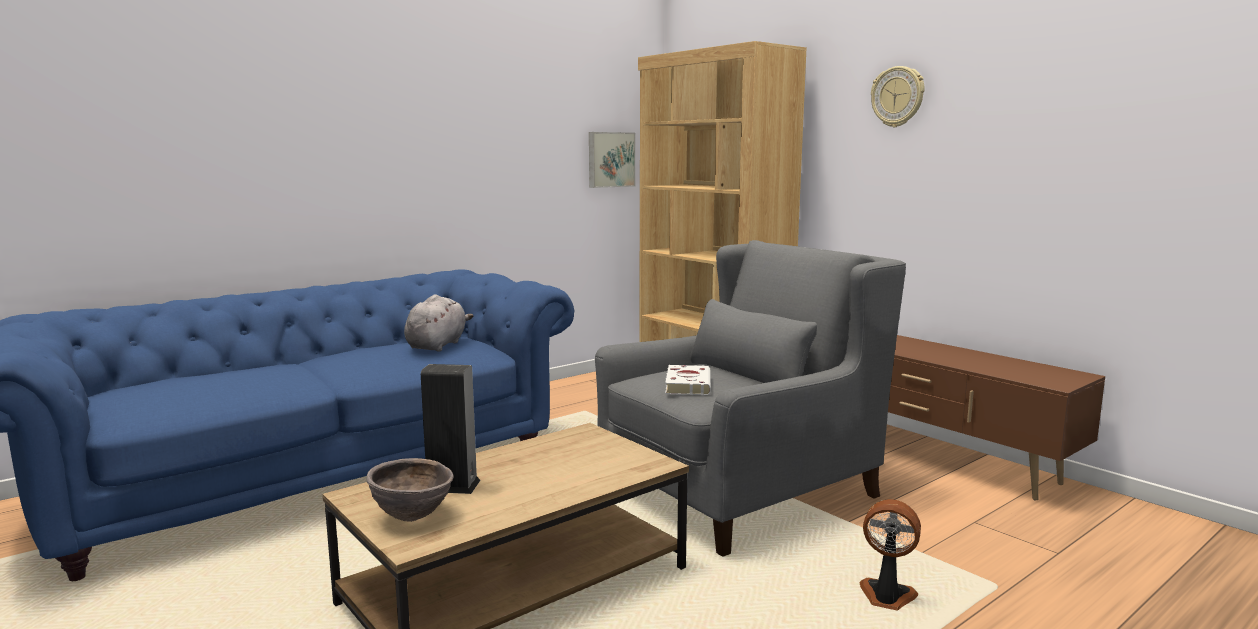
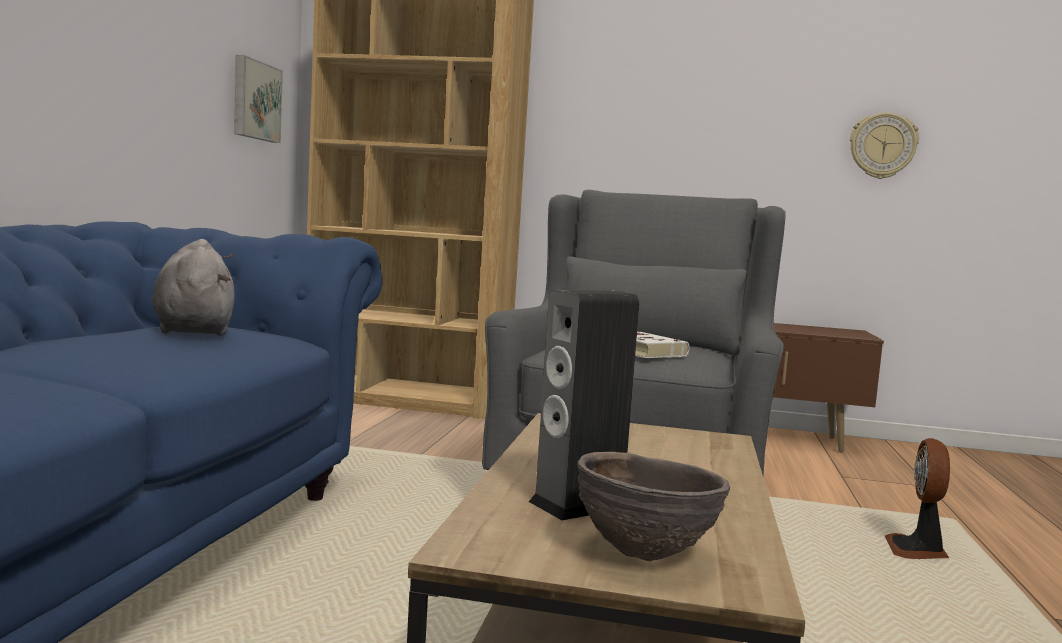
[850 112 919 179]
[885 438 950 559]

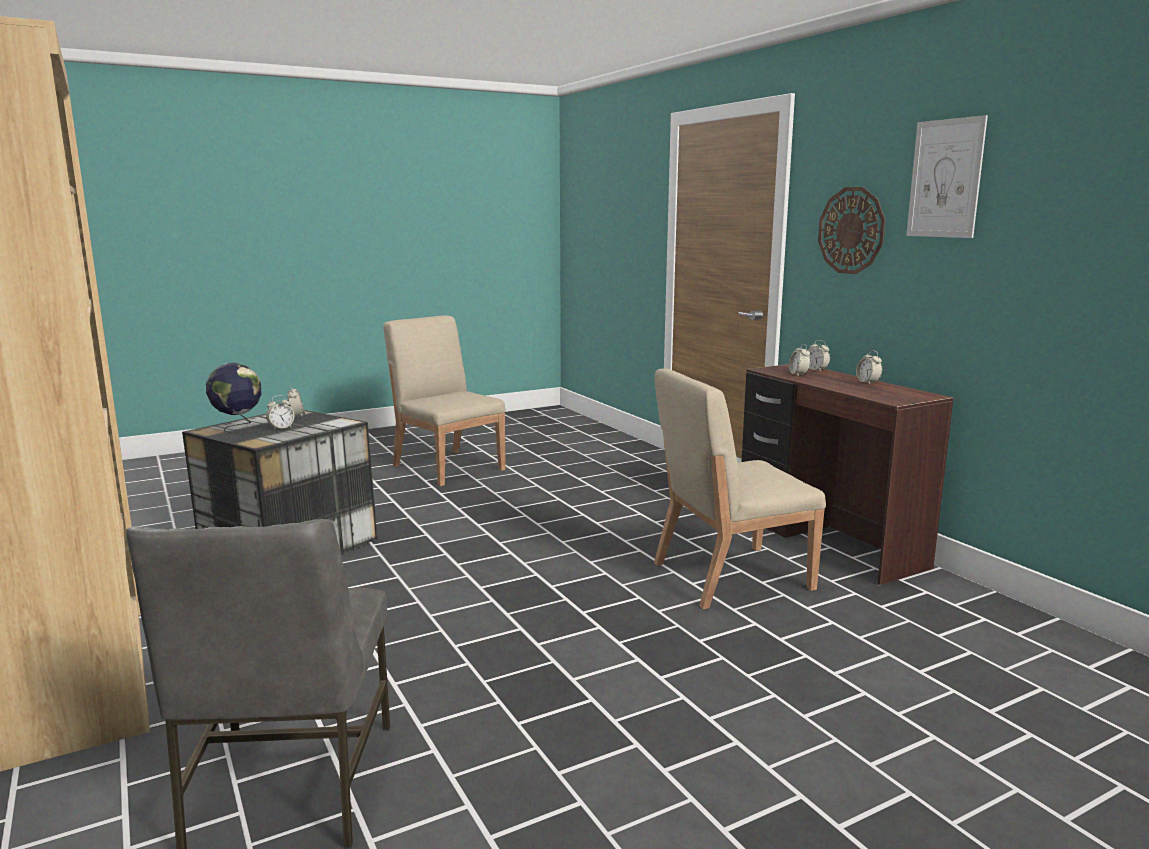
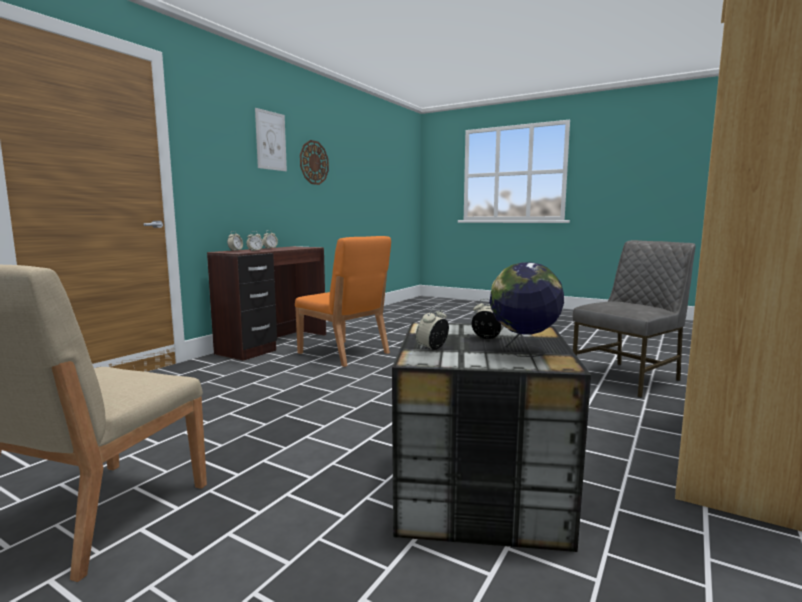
[295 236 391 367]
[300 140 329 185]

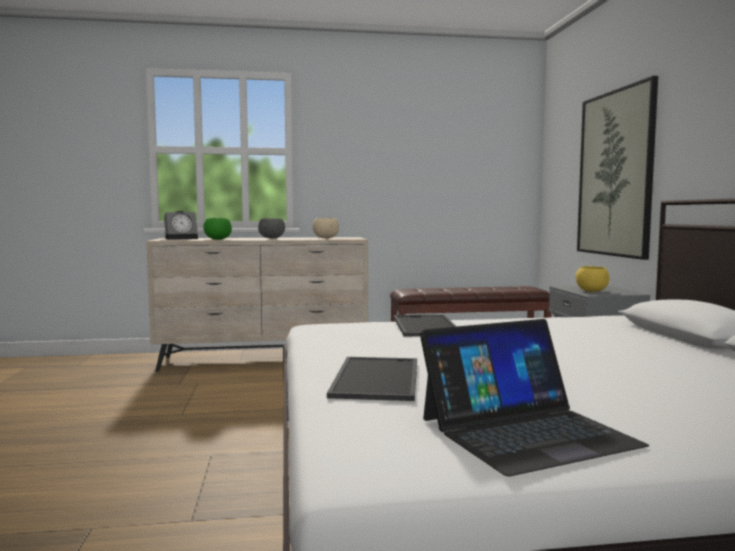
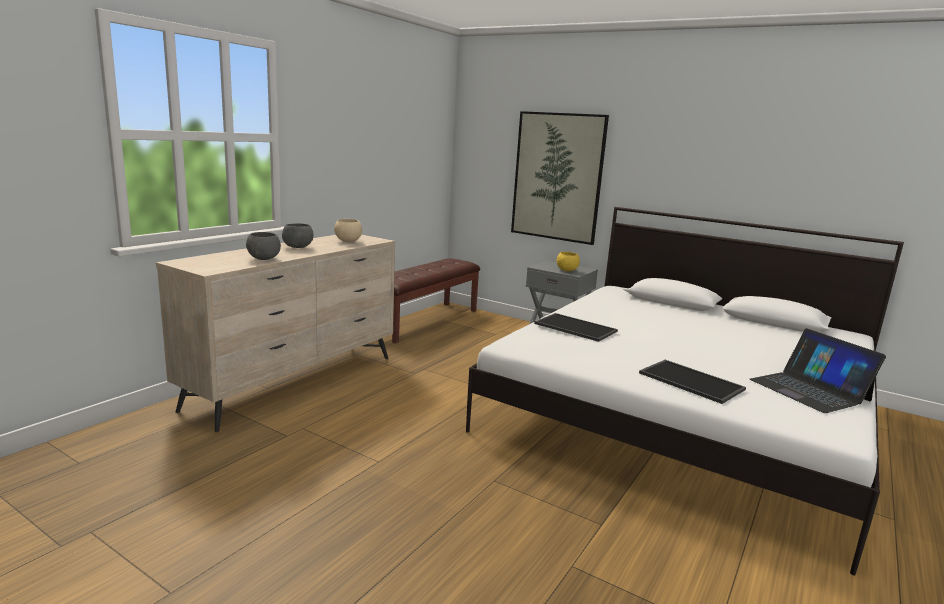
[246 232 281 260]
[750 328 886 413]
[164 211 198 240] (first image)

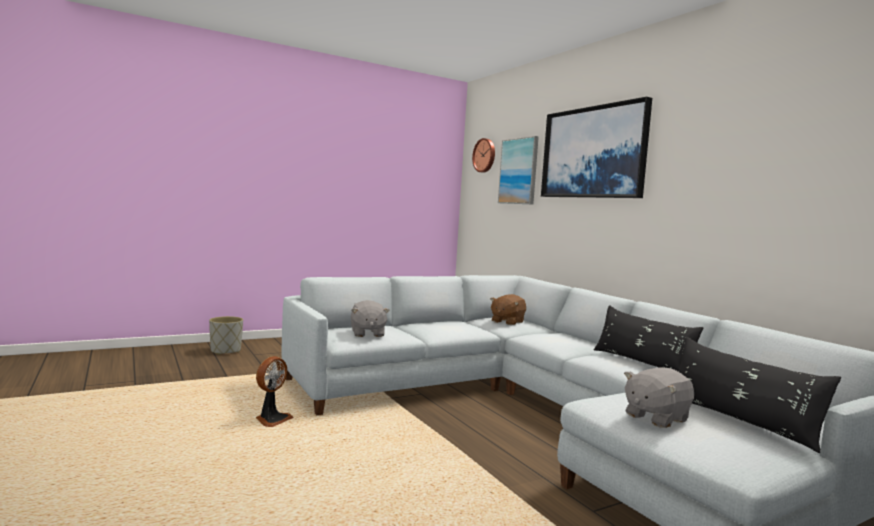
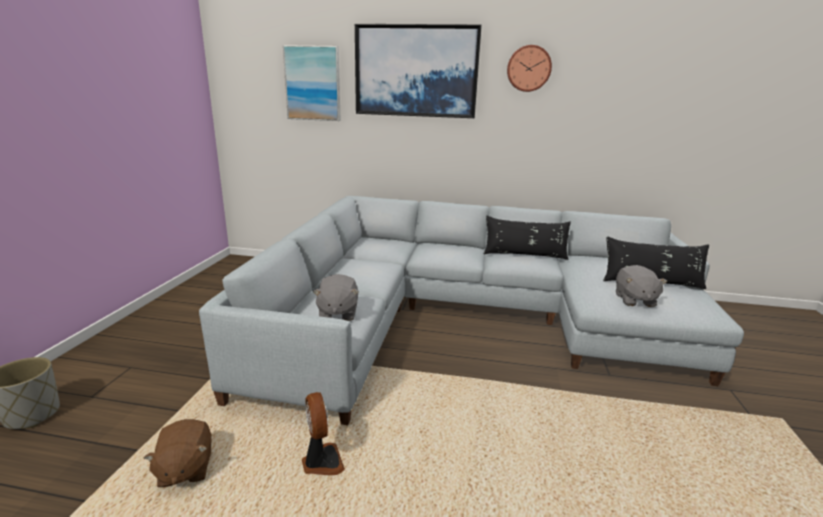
[144 419 212 487]
[313 274 359 321]
[507 45 552 92]

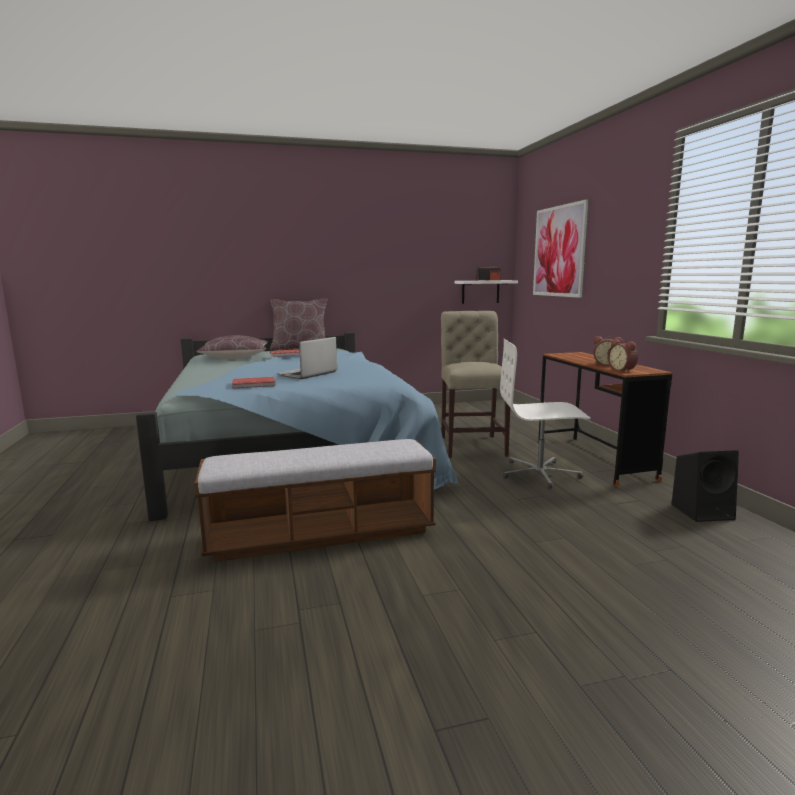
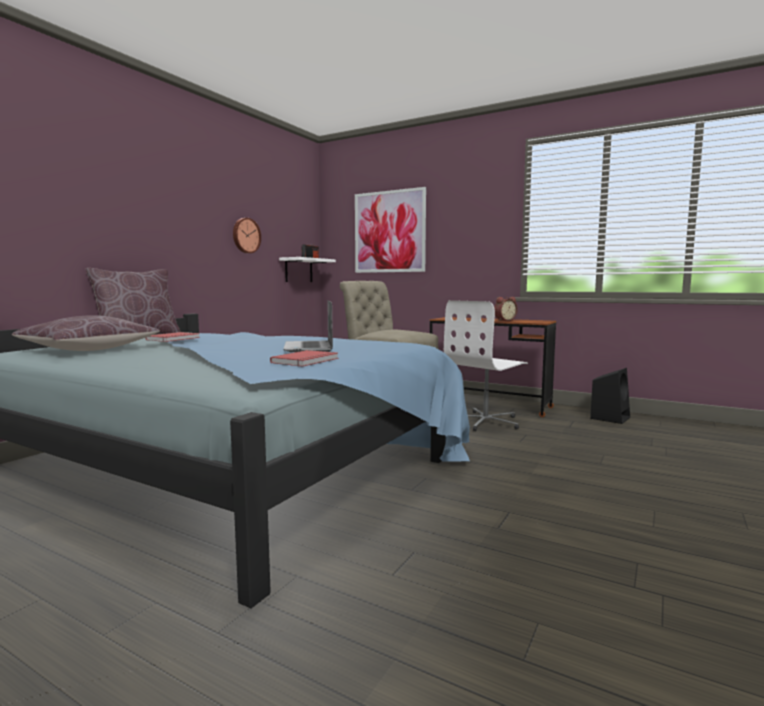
[233 218 261 253]
[194 439 436 562] (first image)
[607 339 638 372] (first image)

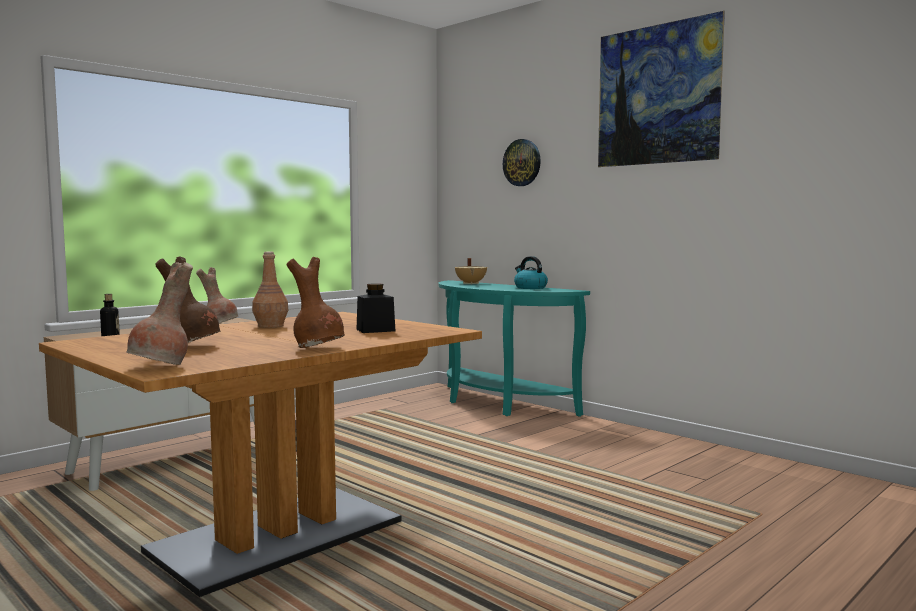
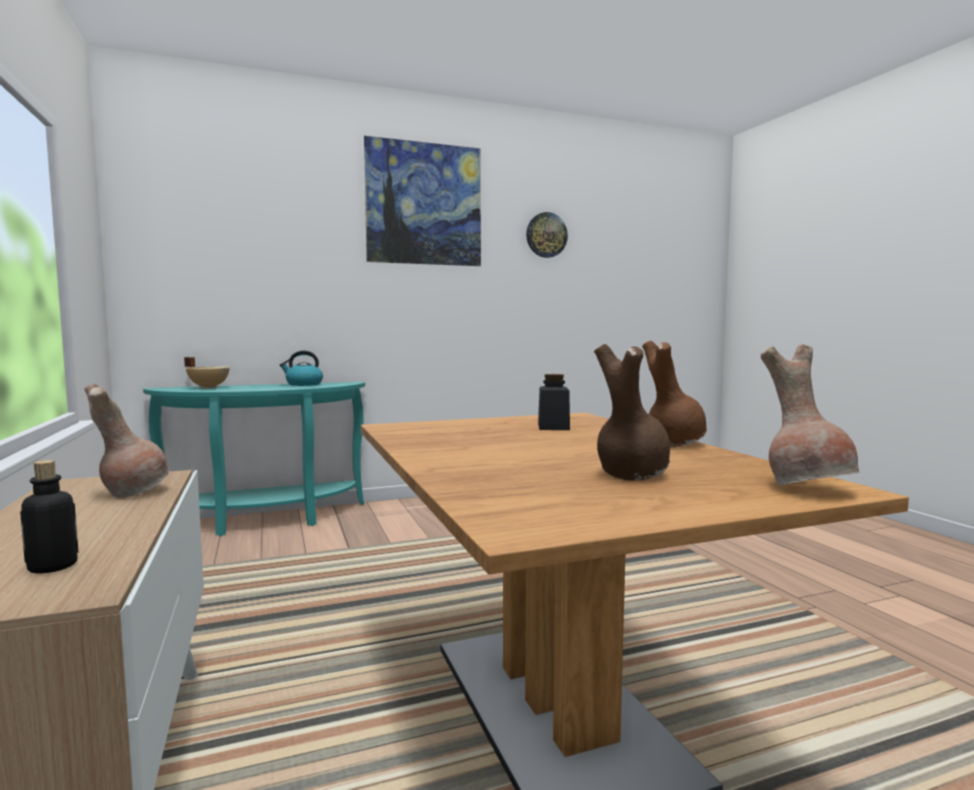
[526 212 568 258]
[252 252 288 328] (first image)

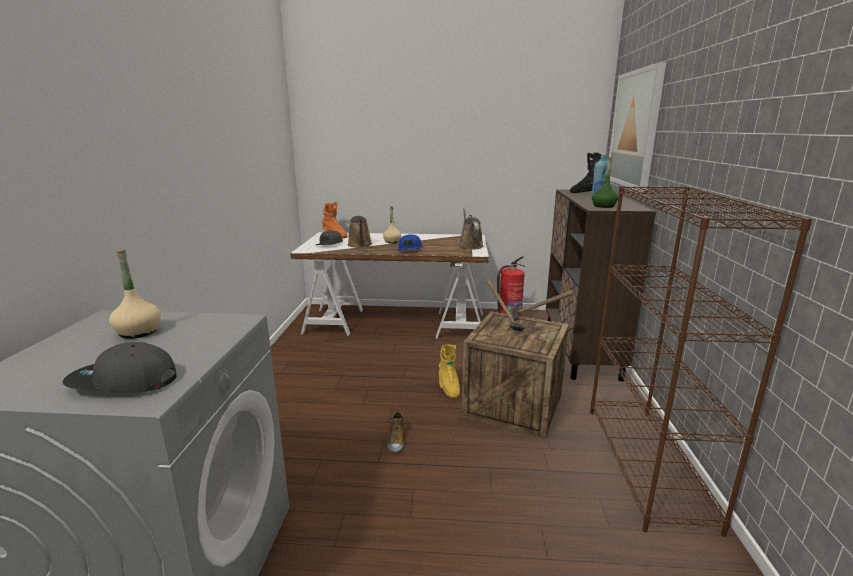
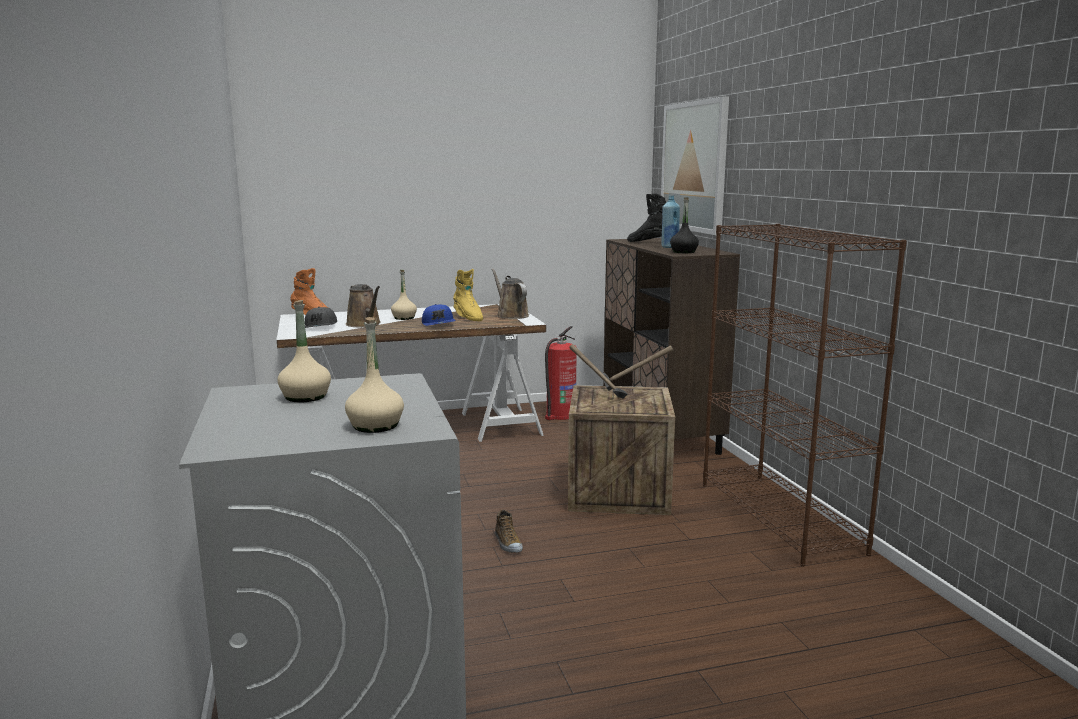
[345 317 404 433]
[453 269 483 321]
[670 197 699 253]

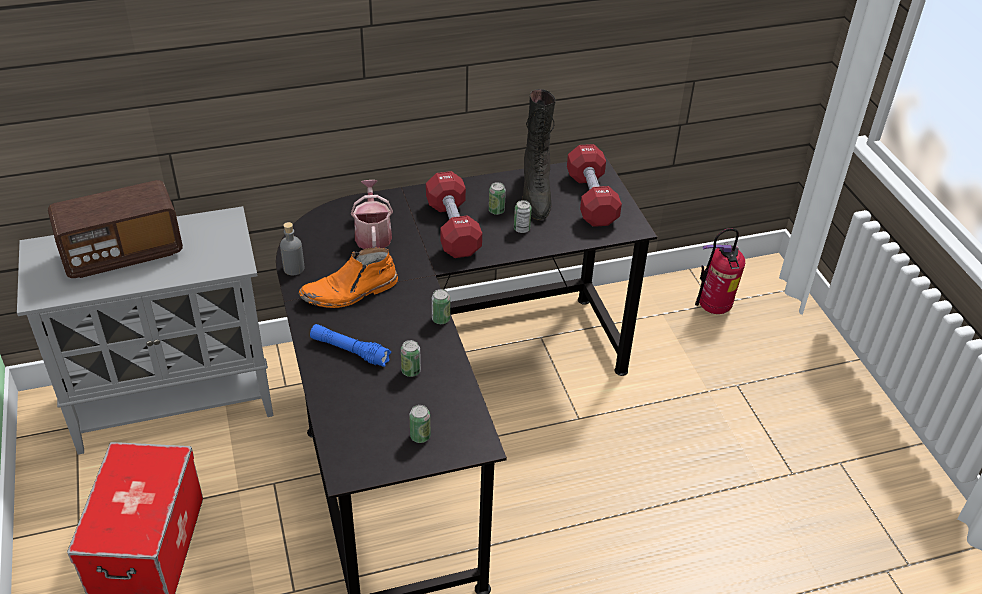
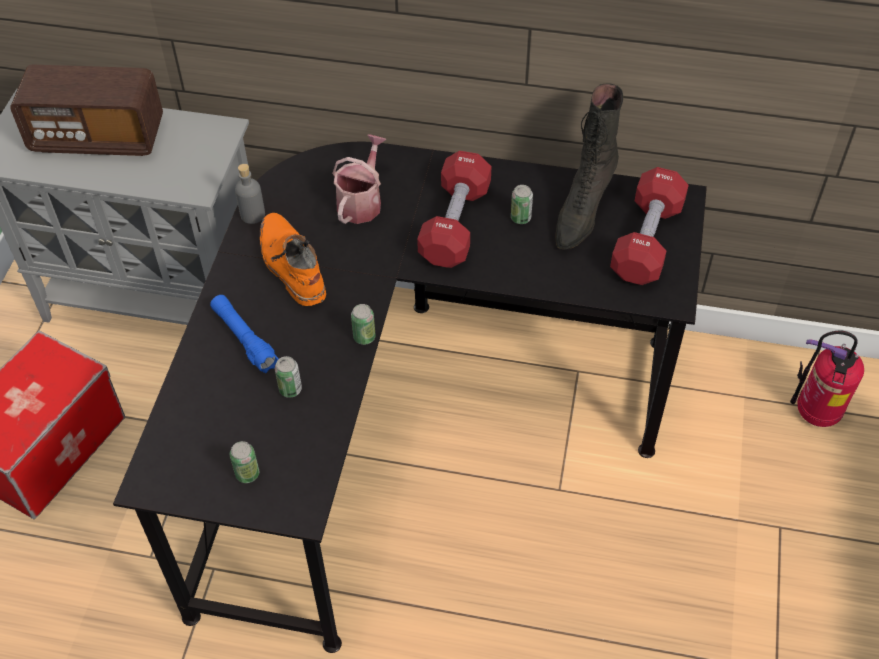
[260 213 326 306]
[514 200 532 233] (first image)

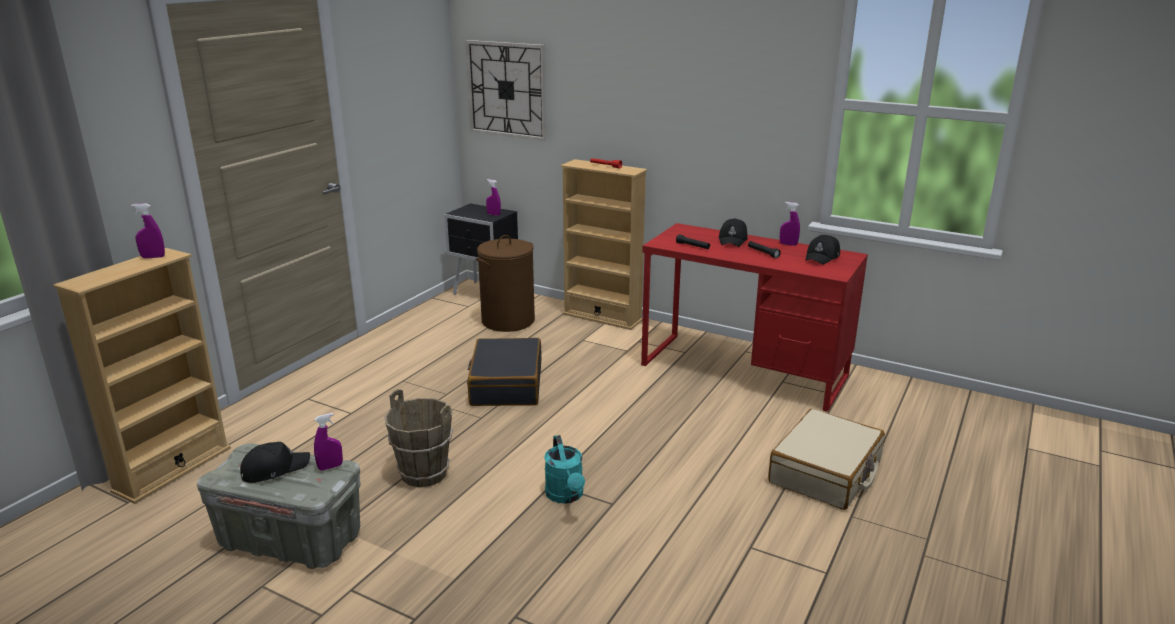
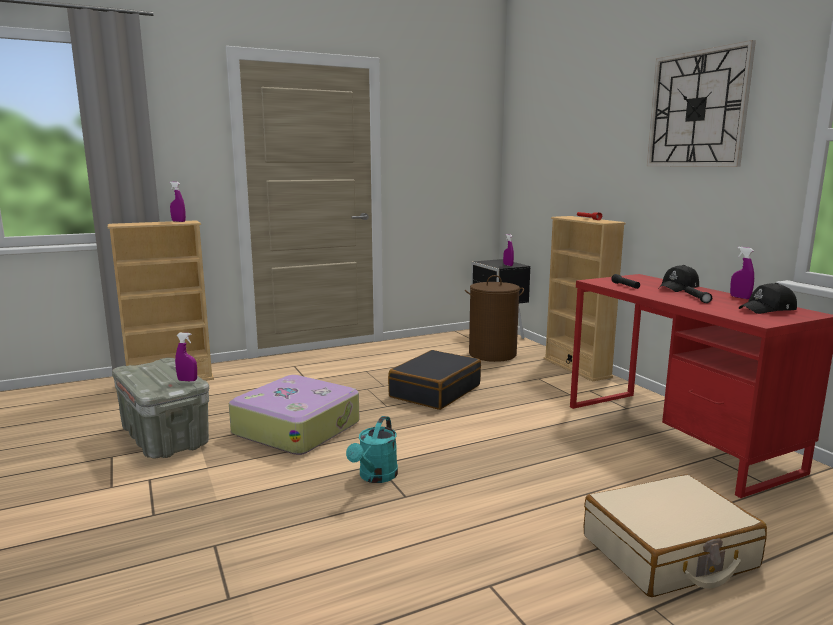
[229 375 359 455]
[647 40 756 167]
[240 442 310 483] (first image)

